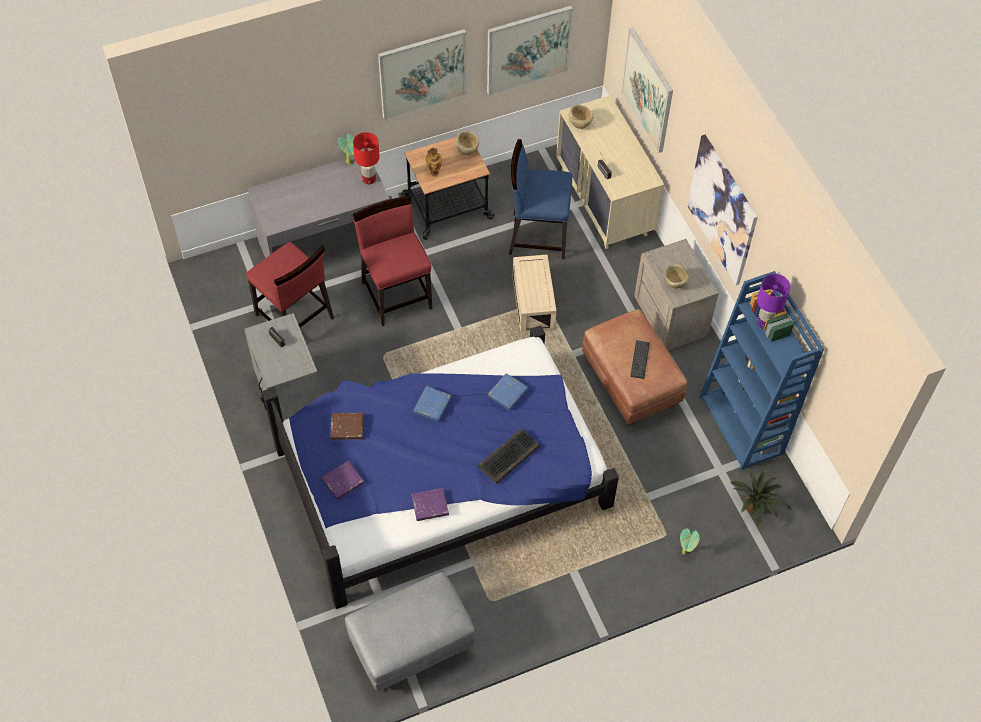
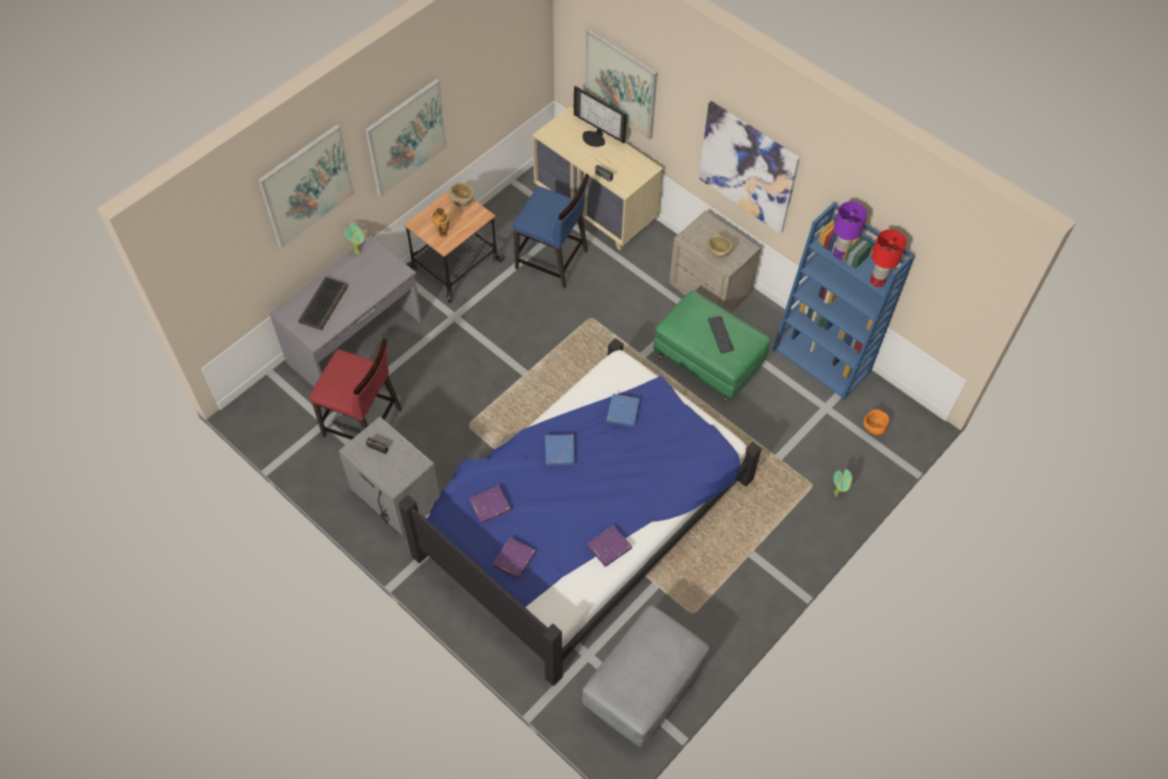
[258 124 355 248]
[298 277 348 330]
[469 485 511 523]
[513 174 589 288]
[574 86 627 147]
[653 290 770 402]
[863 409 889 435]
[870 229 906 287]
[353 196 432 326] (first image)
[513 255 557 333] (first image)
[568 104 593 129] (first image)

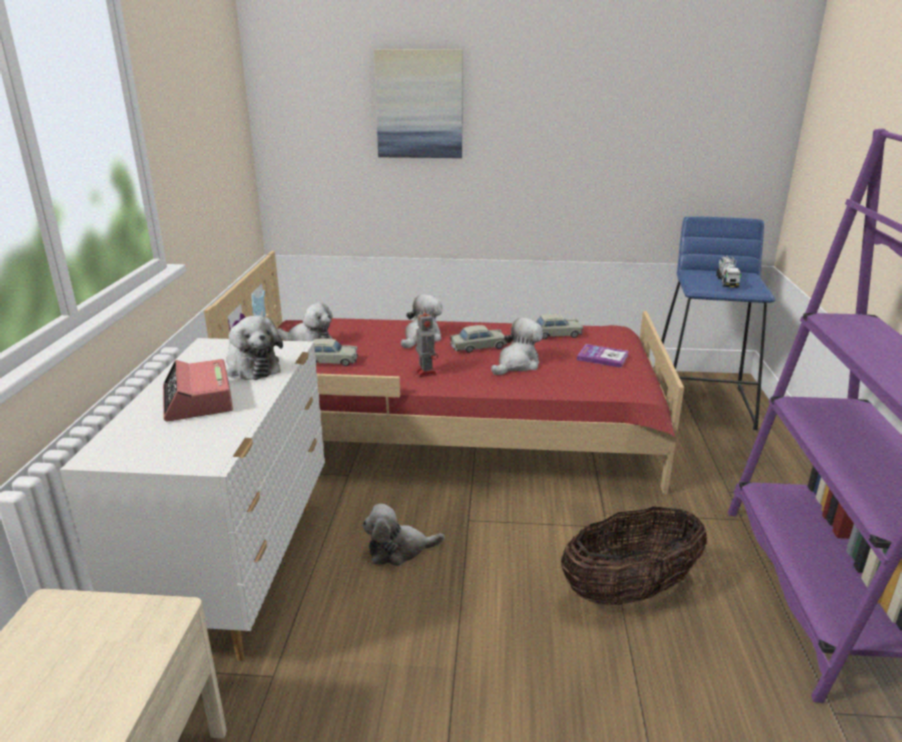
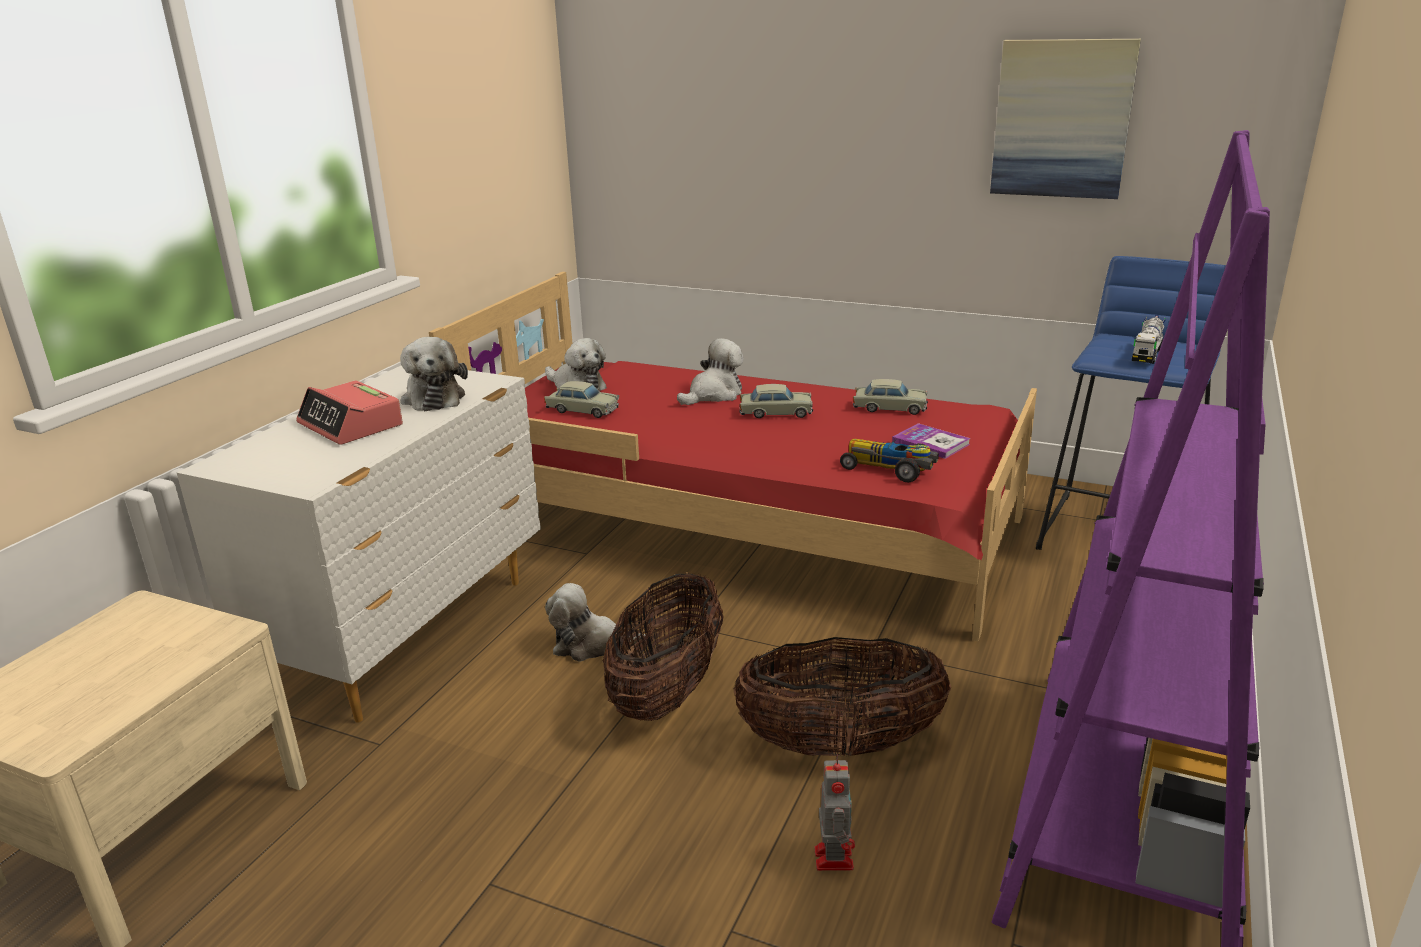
[296 380 403 445]
[603 572 724 721]
[814 754 855 871]
[840 439 939 483]
[990 39 1141 199]
[491 318 543 375] (first image)

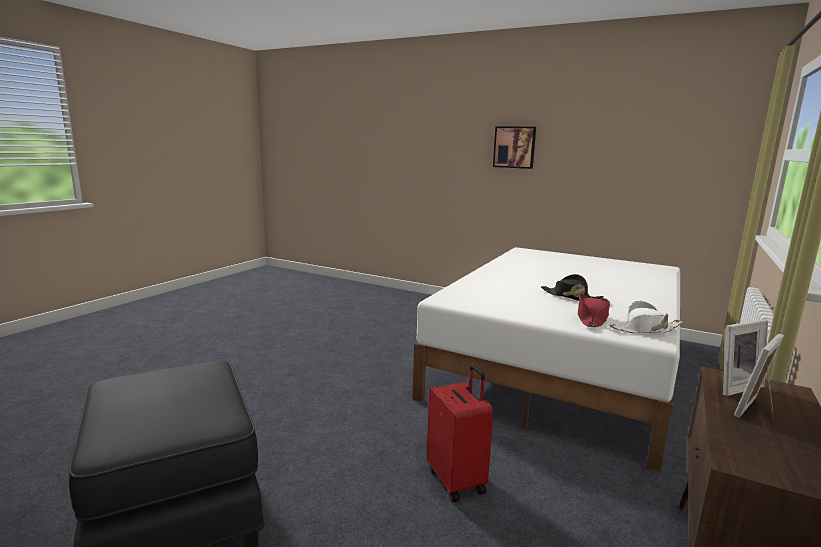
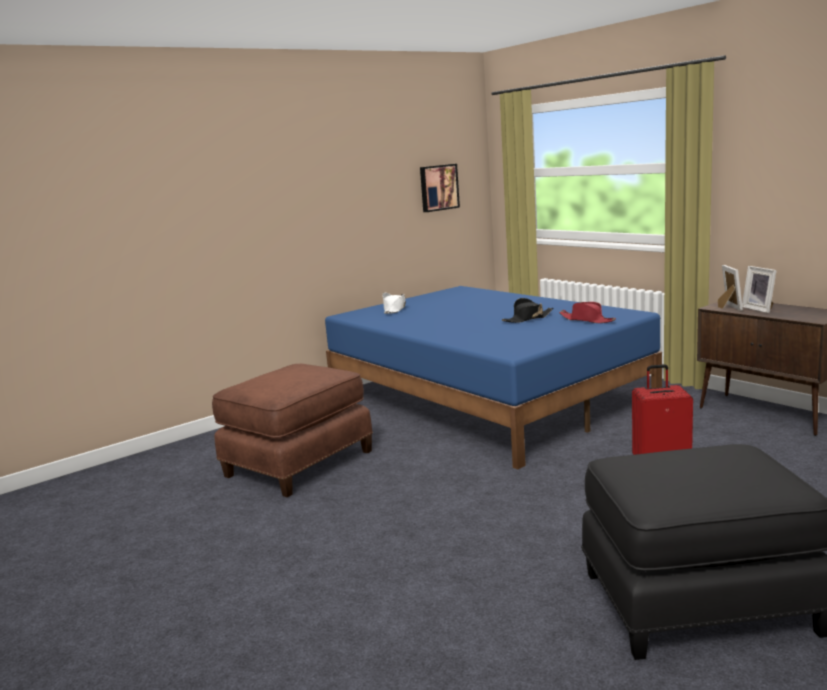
[212 364 373 497]
[325 286 662 470]
[382 293 406 314]
[420 164 460 212]

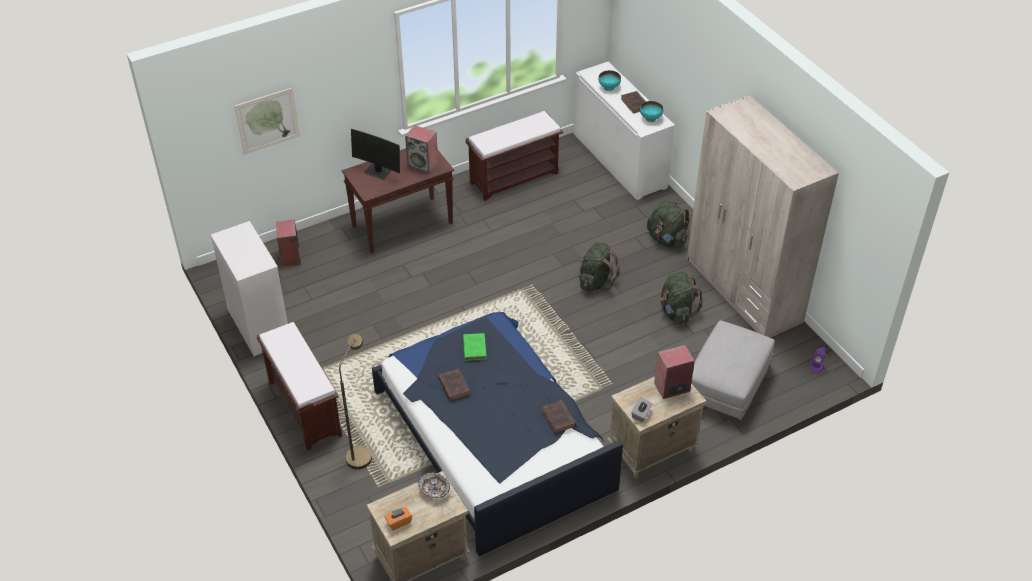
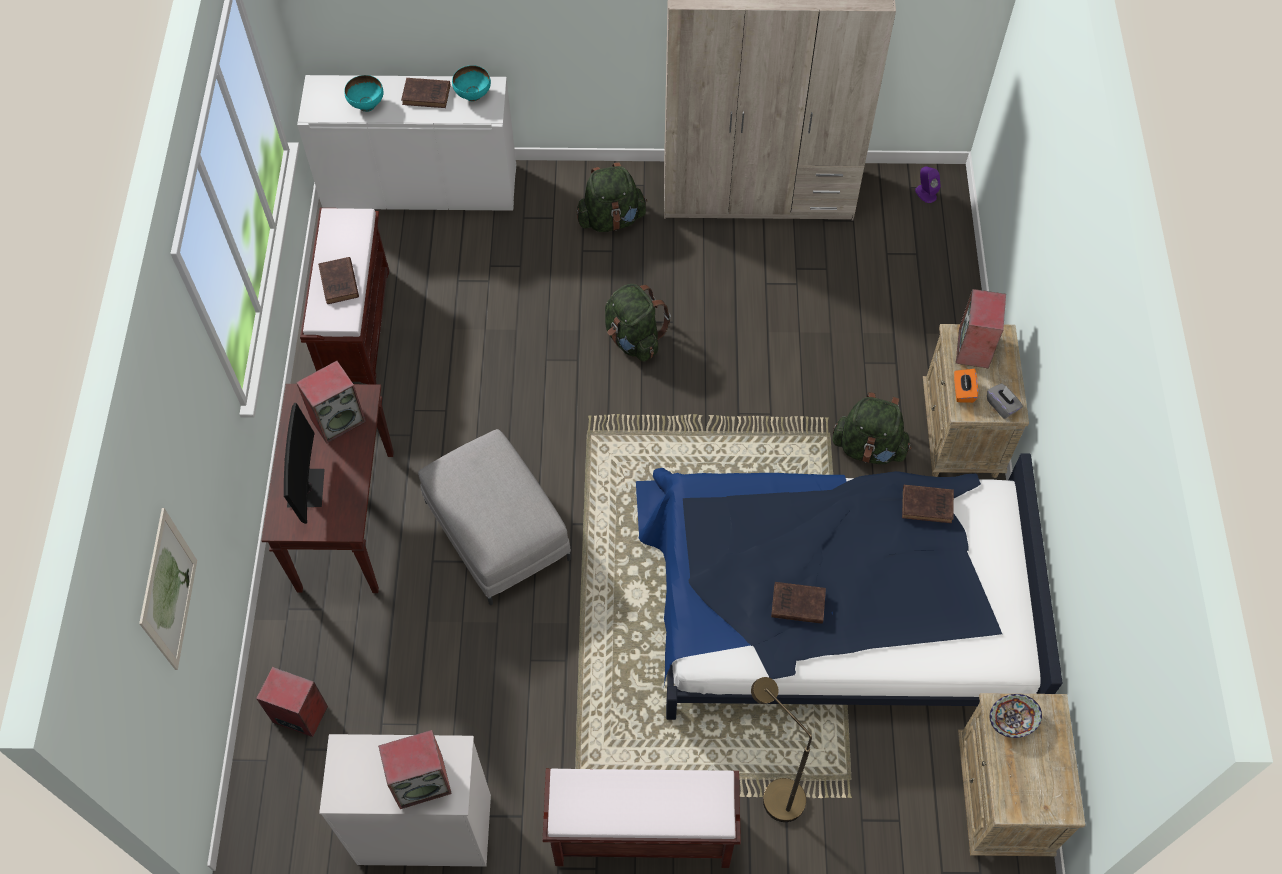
[284 403 325 524]
[318 257 359 304]
[378 730 452 809]
[418 429 571 605]
[832 392 912 464]
[954 369 978 403]
[463 333 487 361] (first image)

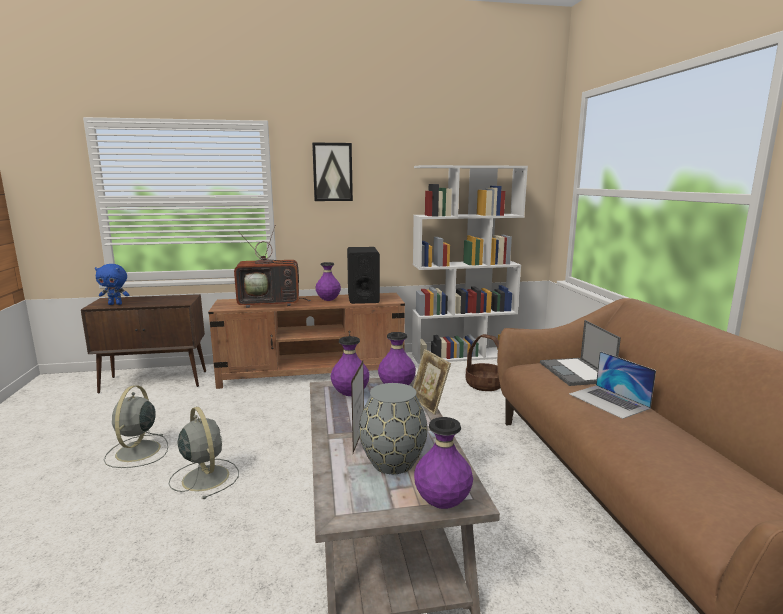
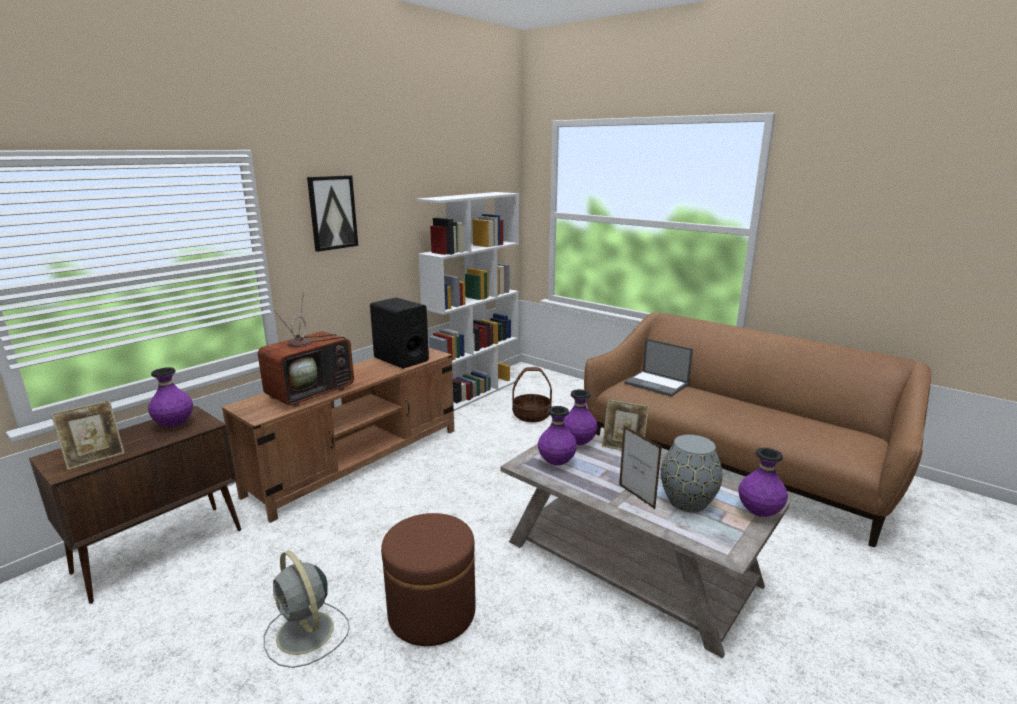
[51 400 125 470]
[148 367 193 427]
[381 513 476 646]
[569 351 656 419] (first image)

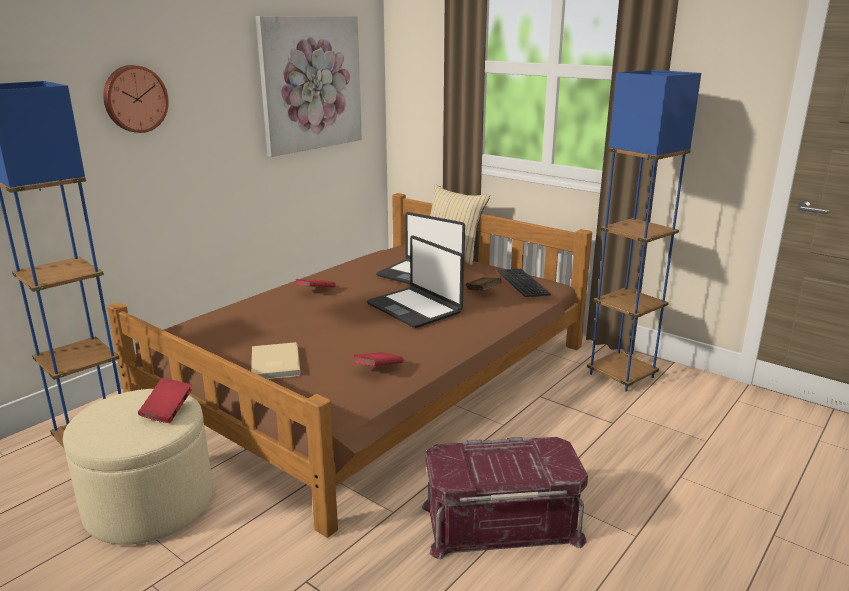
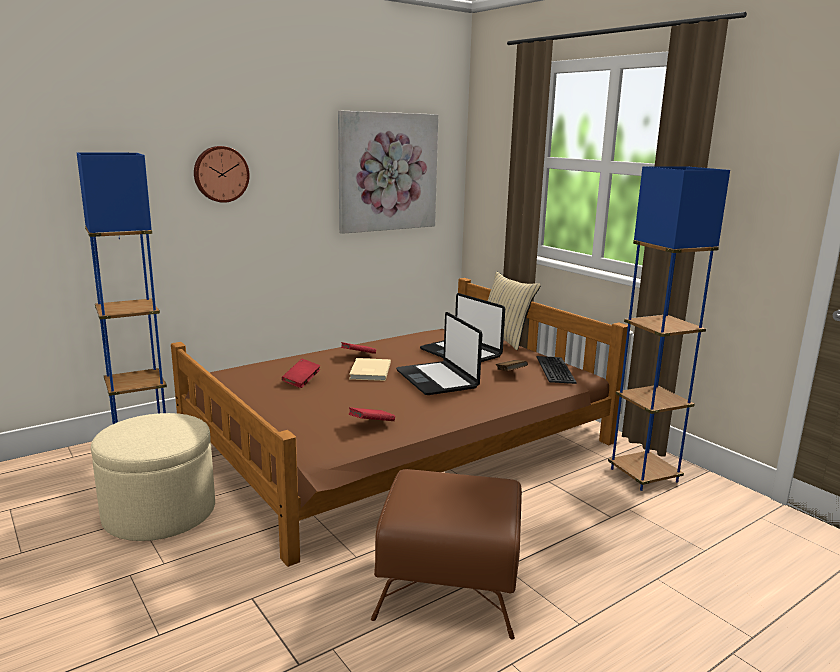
[282 359 320 388]
[349 358 391 381]
[371 469 522 639]

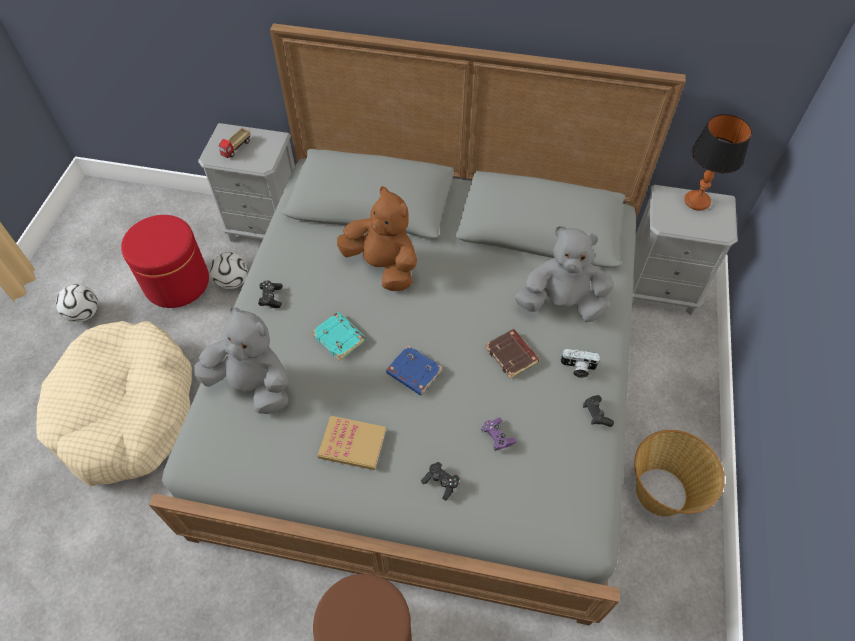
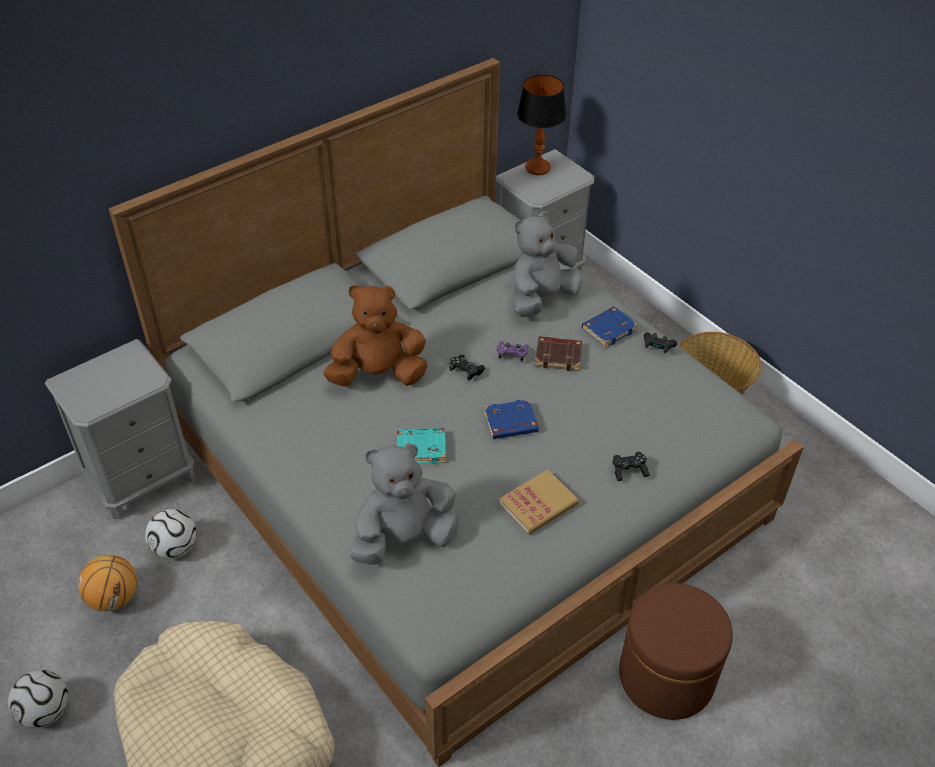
[78 555 137 612]
[449 355 485 381]
[497 341 529 362]
[582 307 638 348]
[219 128 251 158] (first image)

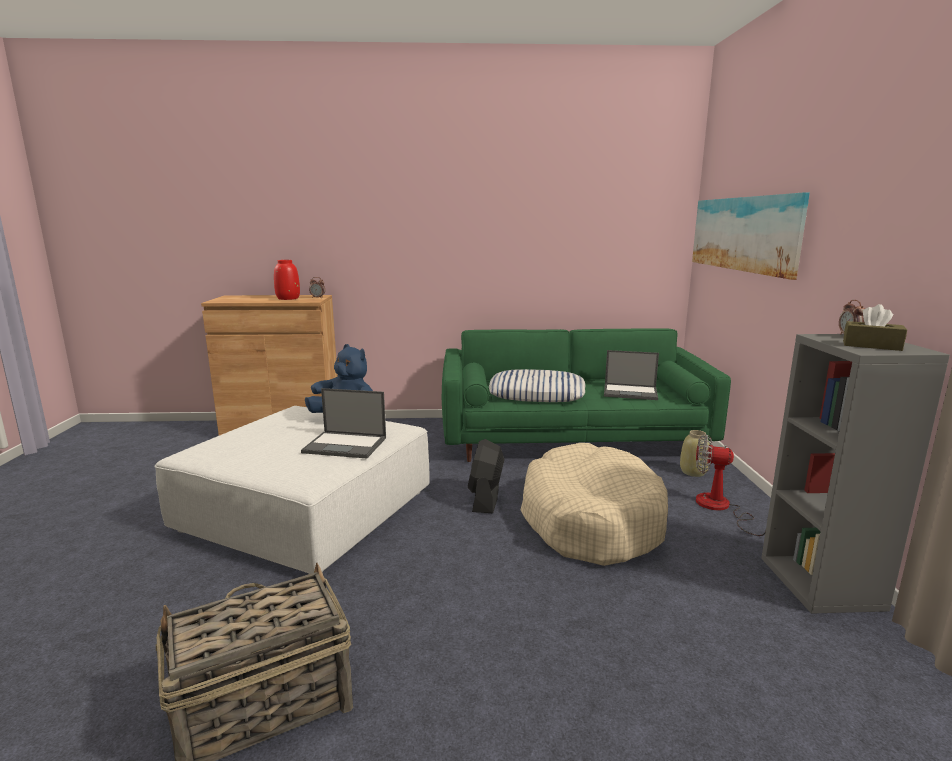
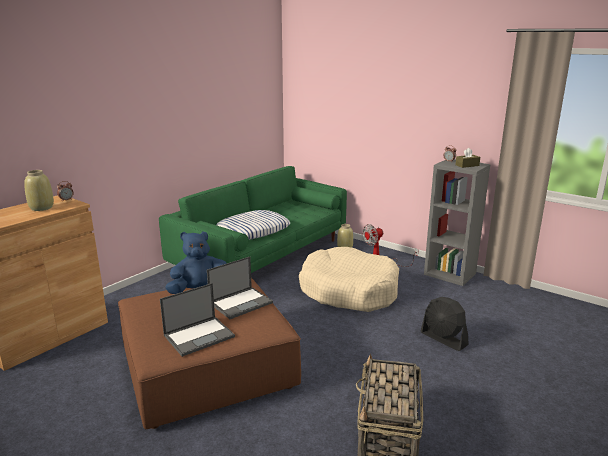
[24 170 54 211]
[118 278 301 429]
[160 283 235 357]
[420 297 469 351]
[692 192 810 280] (first image)

